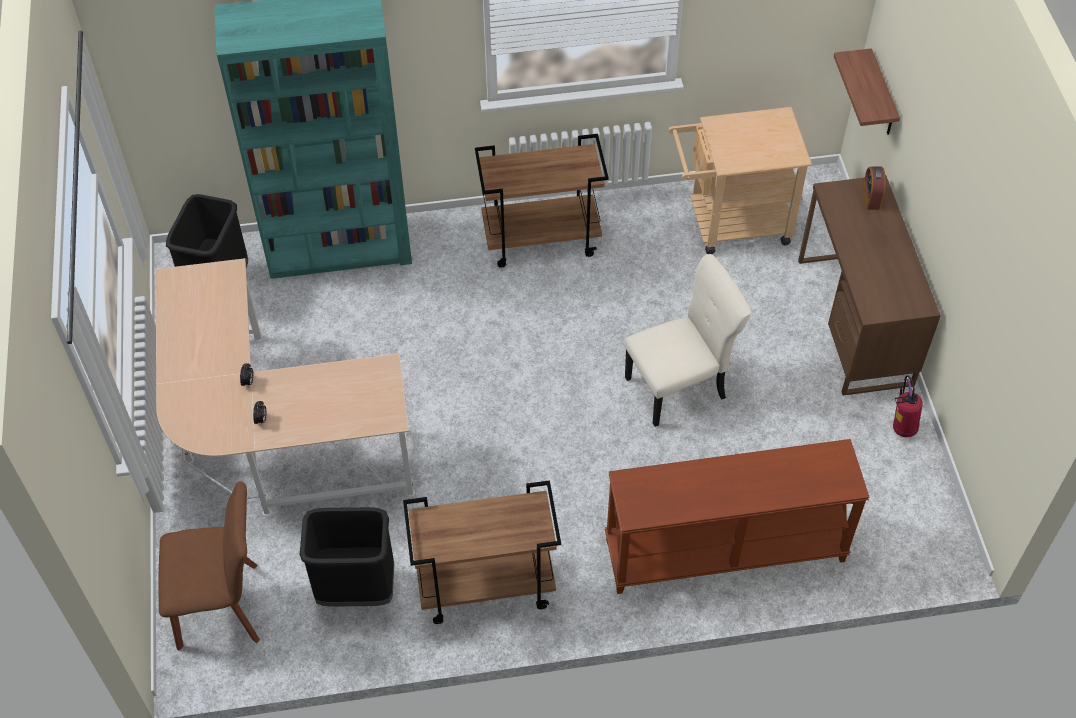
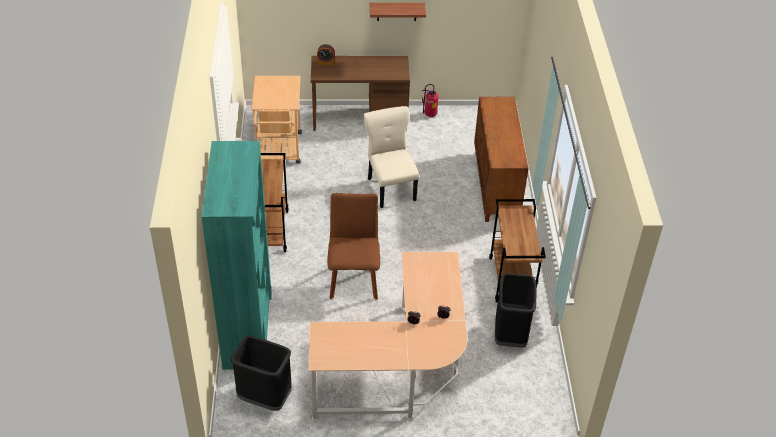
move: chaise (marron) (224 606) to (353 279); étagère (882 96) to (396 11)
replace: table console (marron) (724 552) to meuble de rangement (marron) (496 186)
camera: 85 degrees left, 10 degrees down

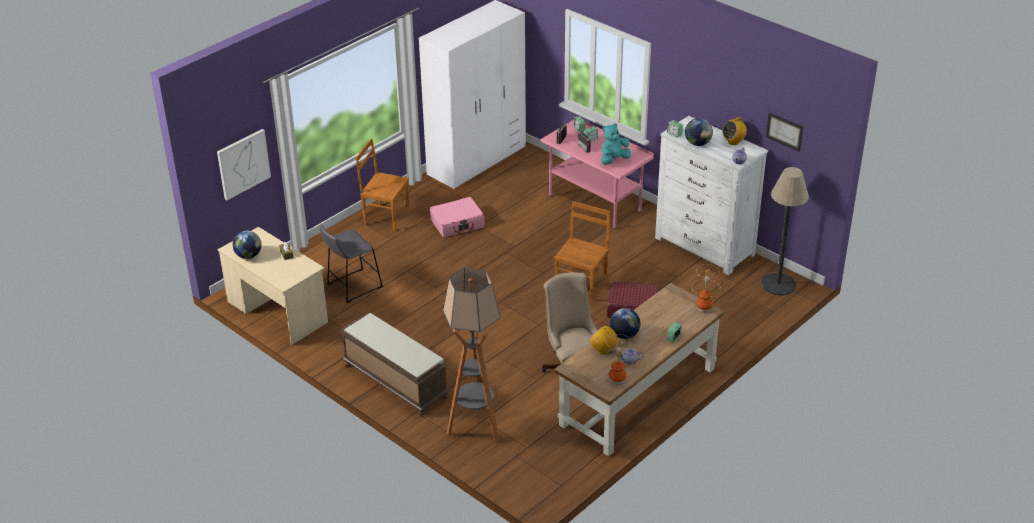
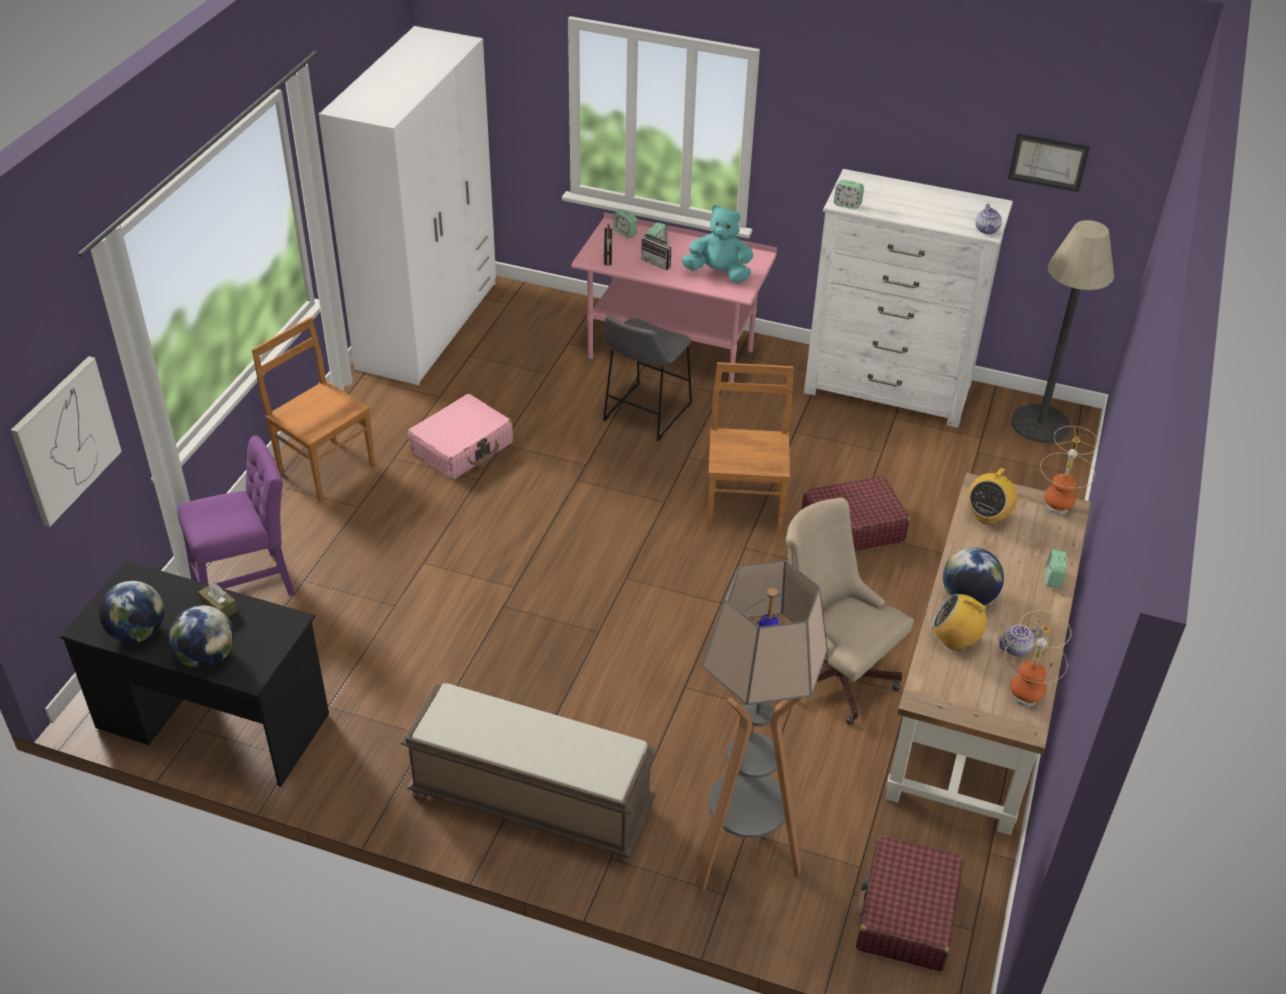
insert: chaise (violet) (248 584); valise (rouge) (906 914)
move: globe (697 143) to (207 657); tabouret (gris) (352 286) to (644 414); radio (733 141) to (987 516)
recolor: bureau (beige) (277 312) to bureau (noir) (213 721)
rotate: chaise (marron) (385 218) = (325 468) 45 degrees clockwise; peluche (turquoise) (613 160) = (718 273) 75 degrees clockwise
camera: 25 degrees left, 5 degrees up

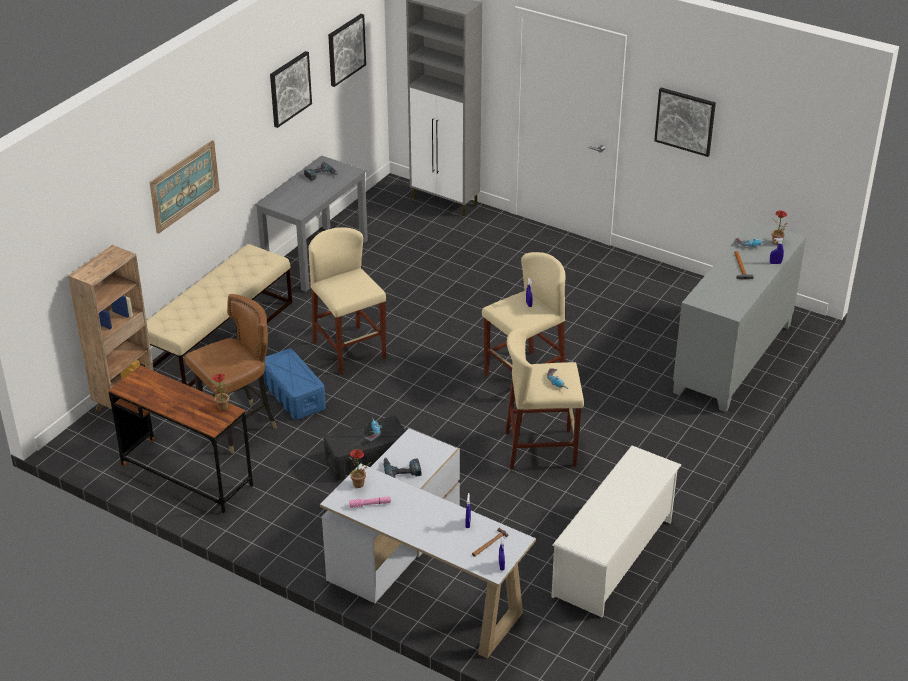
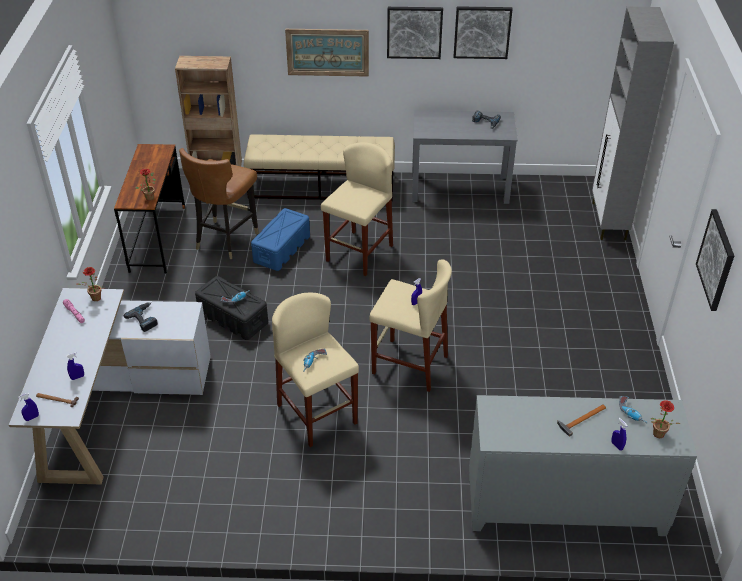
delete: étagère à chaussures (blanc) (613 558)
move: tableau (346 49) to (414 32)
rotate: chaise (marron) (238 427) = (225 239) 90 degrees clockwise
camera: 60 degrees right, 5 degrees up

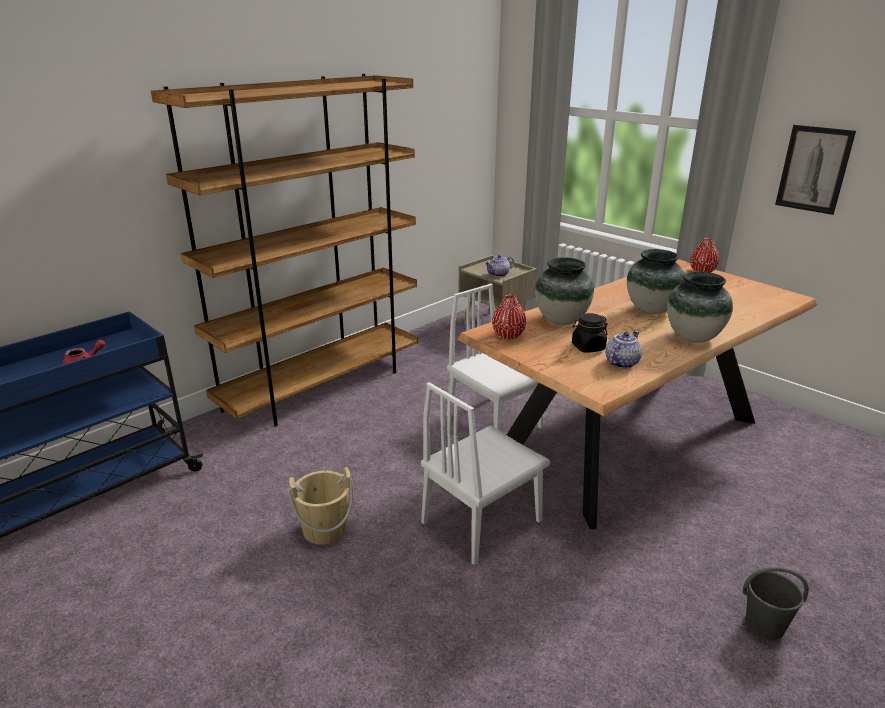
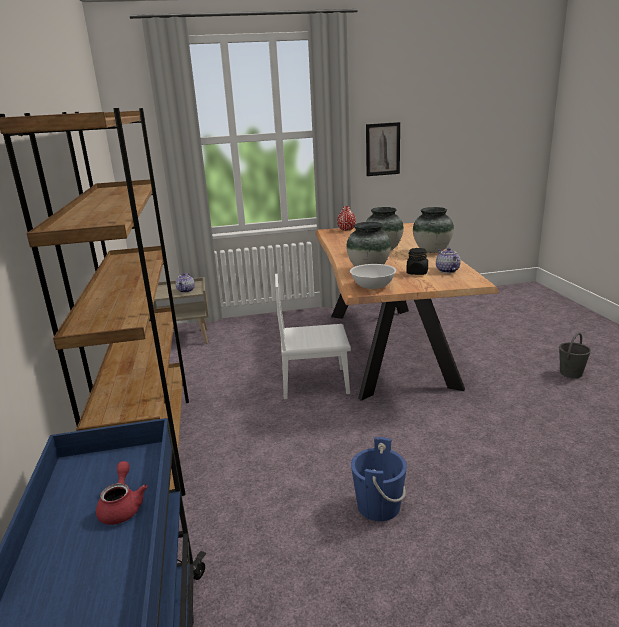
delete: chaise (blanc) (482 521)
replace: vase (rouge) (508 335) to bol (blanc) (372 286)
recolor: seau (beige) (325 529) to seau (bleu) (378 506)
camera: 55 degrees left, 5 degrees down

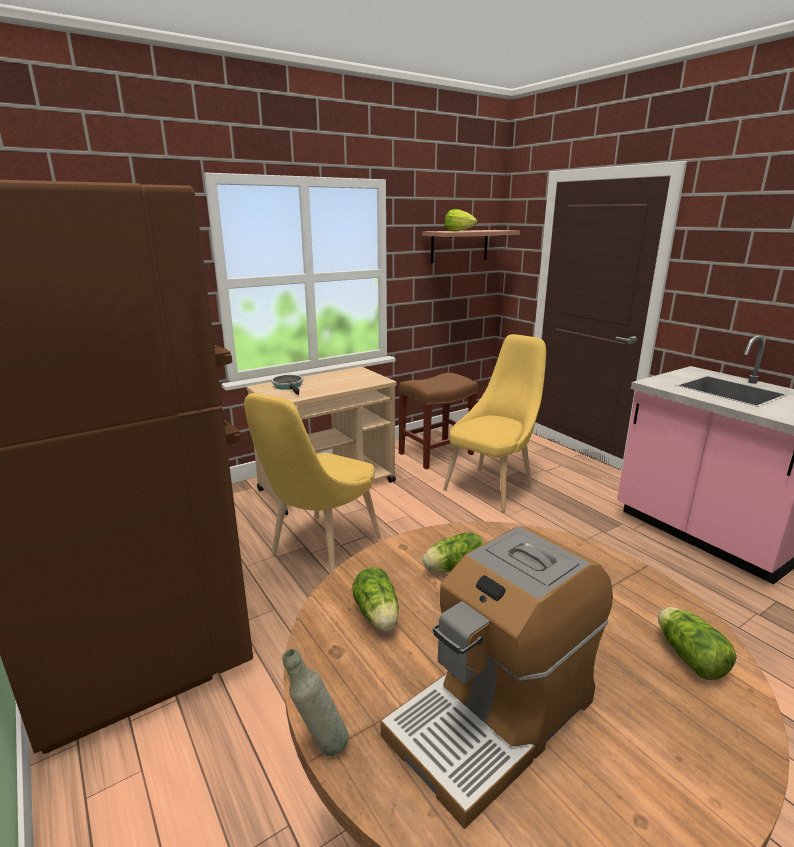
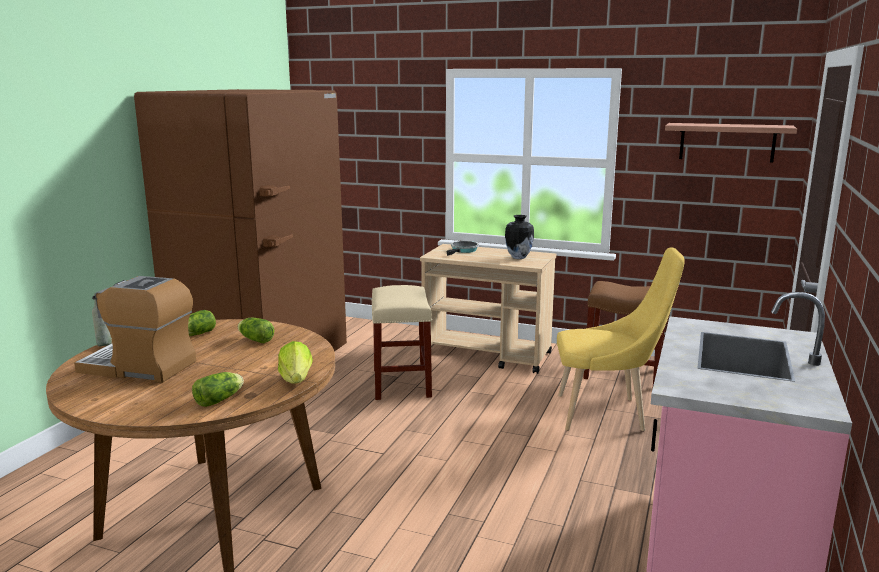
insert: vase (518 257)
move: laitue (458 231) to (296 380)
replace: chaise (jaune) (321 550) to tabouret (beige) (401 382)
camera: 55 degrees right, 5 degrees down

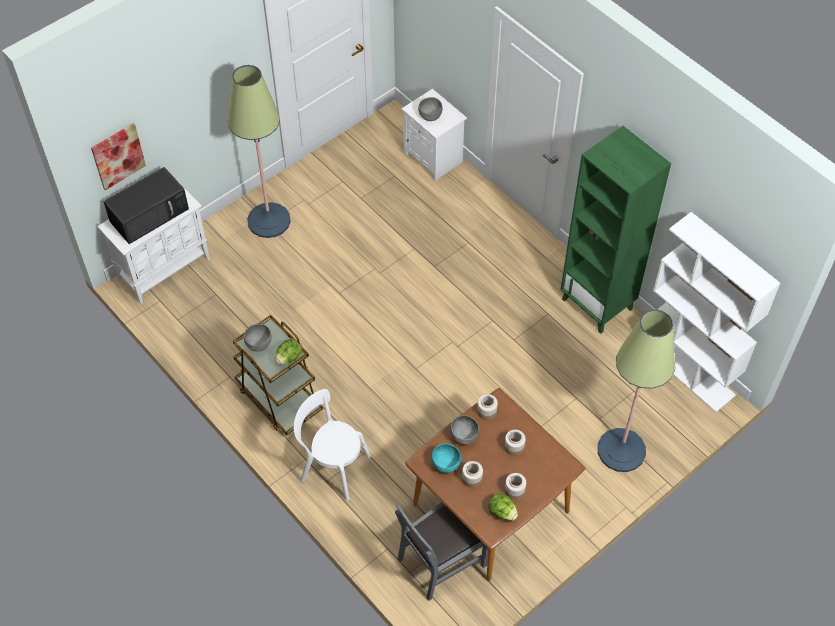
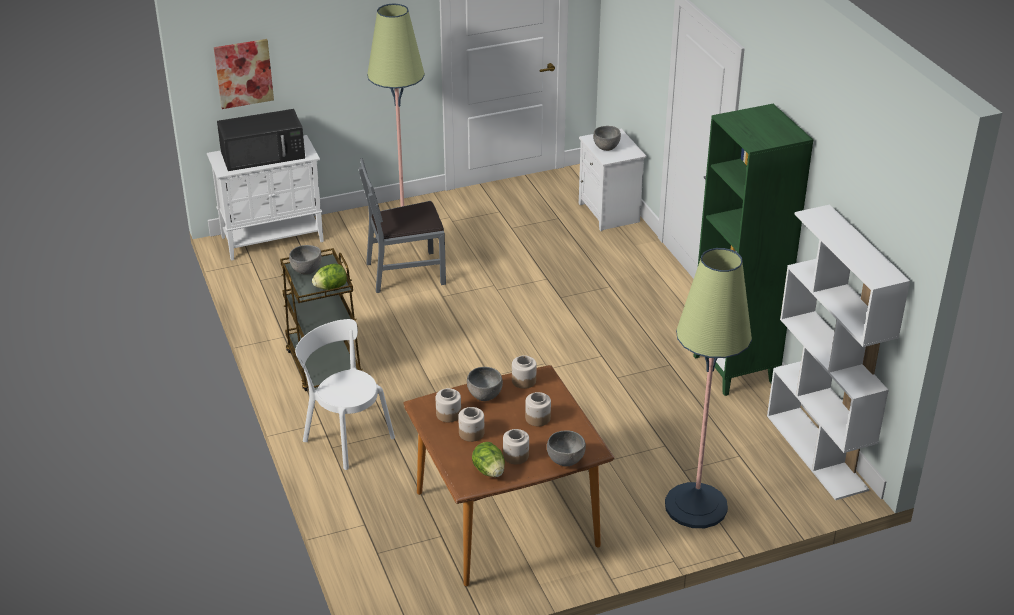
insert: bol (gris) (566 460)
move: chaise (gris) (441 560) to (405 272)
replace: bol (turquoise) (446 465) to bocal (449 414)
camera: 20 degrees right, 20 degrees down

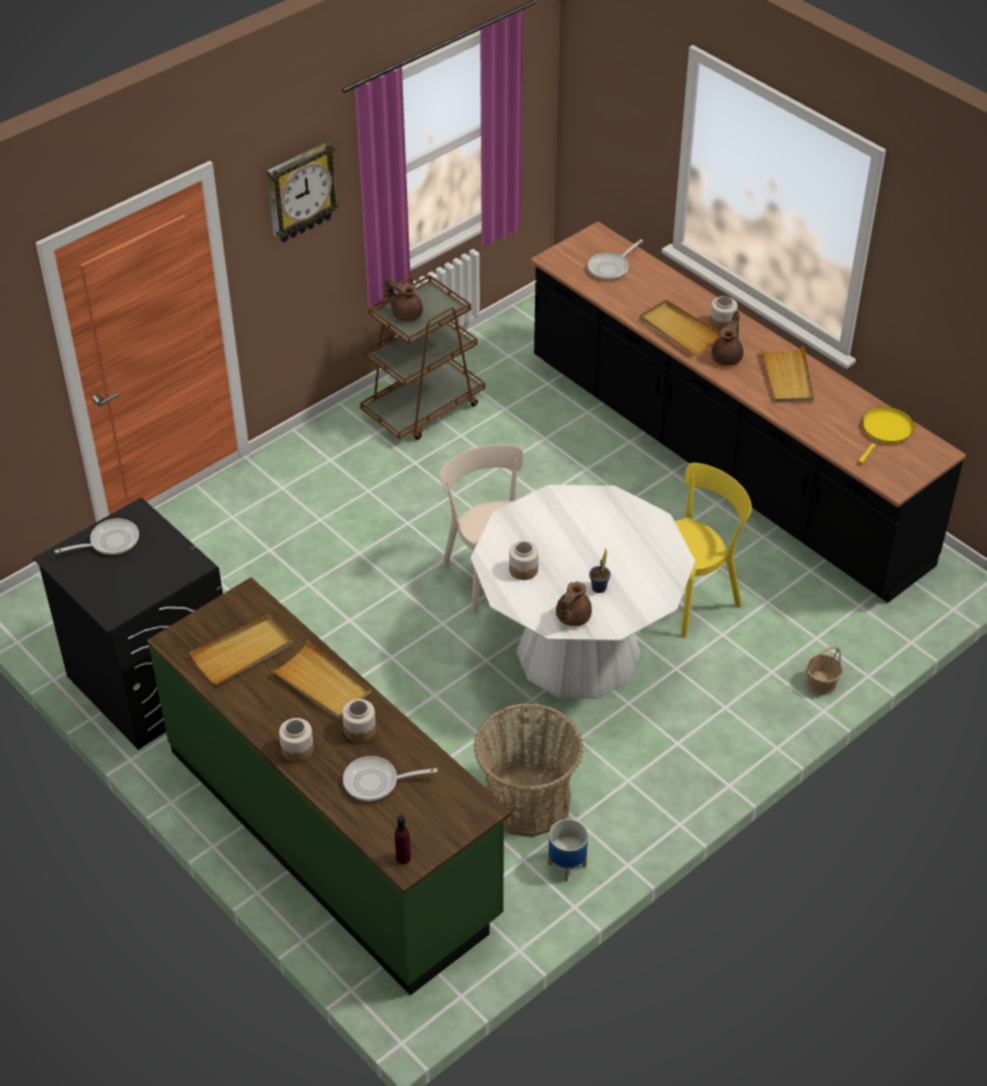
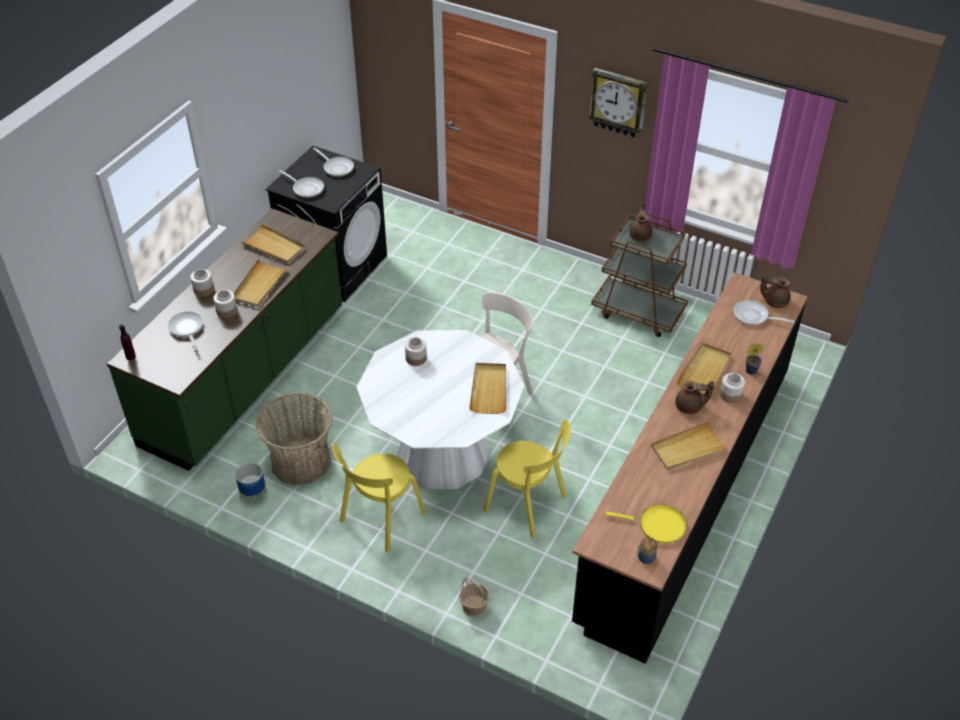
insert: poêle (306 188); chaise (jaune) (380 519); plateau (beige) (489 389); bocal (645 557)
move: plante en pot (598 589) to (749 371); théière (marron) (572 617) to (774 301)
camera: 70 degrees right, 0 degrees up

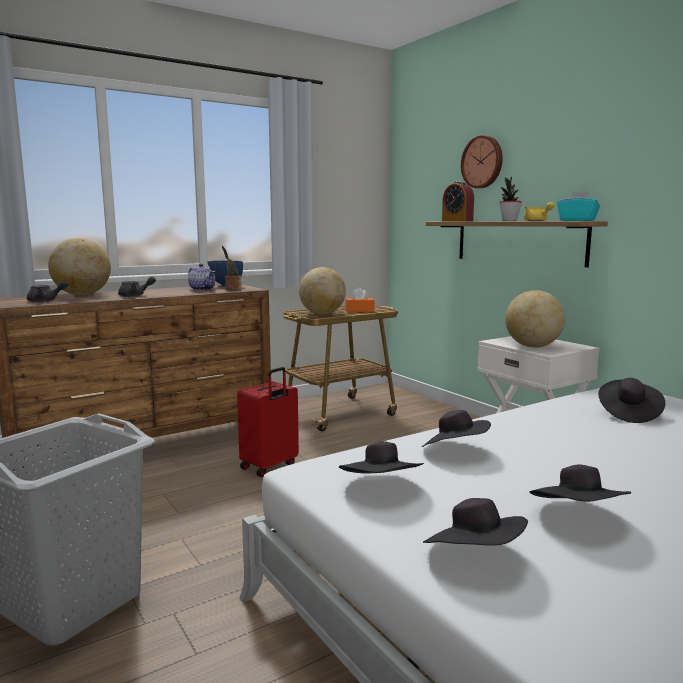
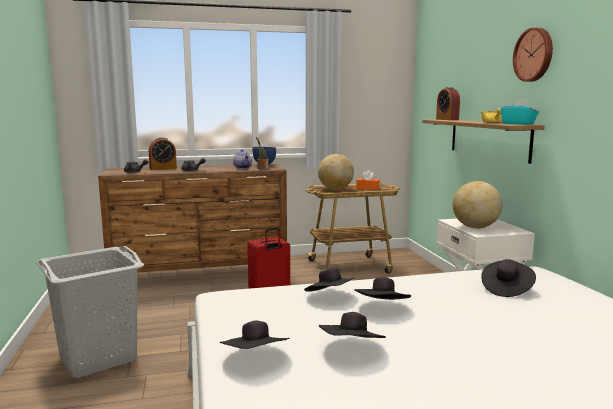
delete: plante en pot (509 221)
move: chapeau (noir) (382 488) to (382 308); horloge murale (483 162) to (534 55)
replace: globe (82 295) to réveil (163 168)
camera: 20 degrees right, 0 degrees up

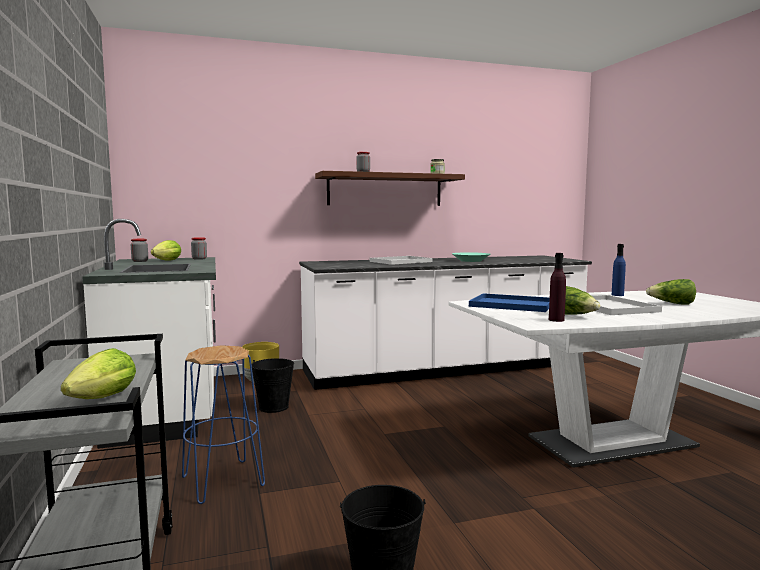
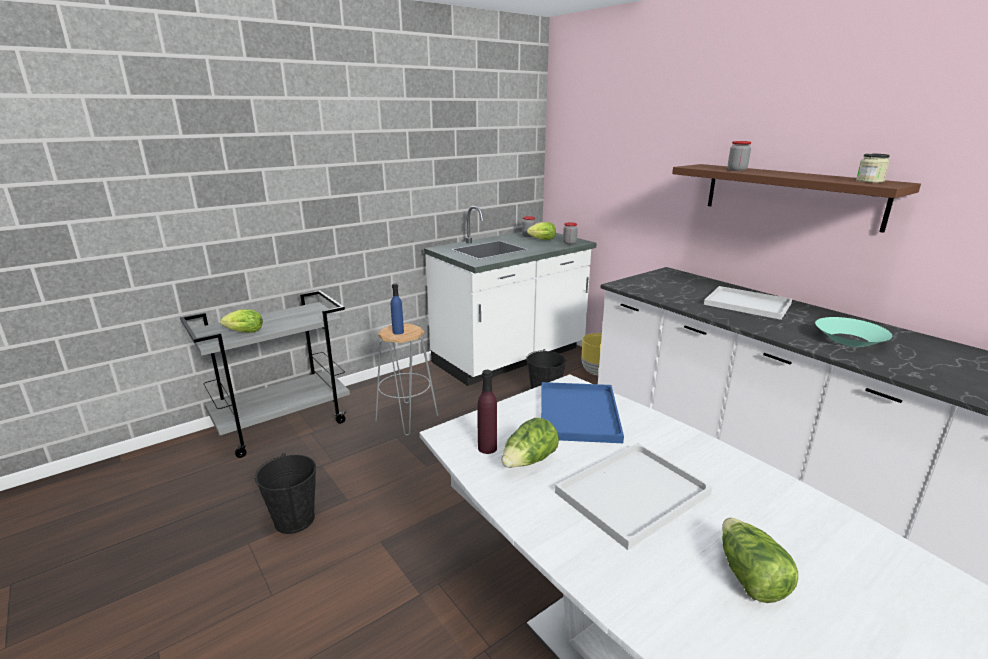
move: bouteille (bleu) (617 295) to (398 332)
recolor: tabouret (bleu) (223 481) to tabouret (gris) (406 418)
camera: 70 degrees right, 15 degrees up

